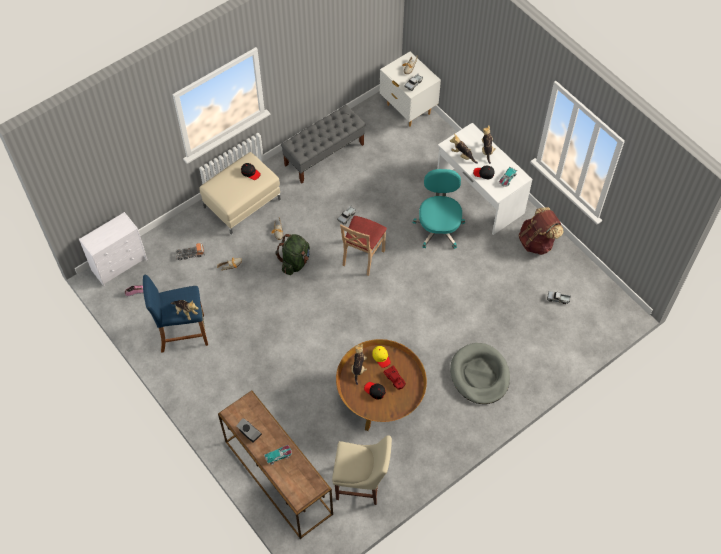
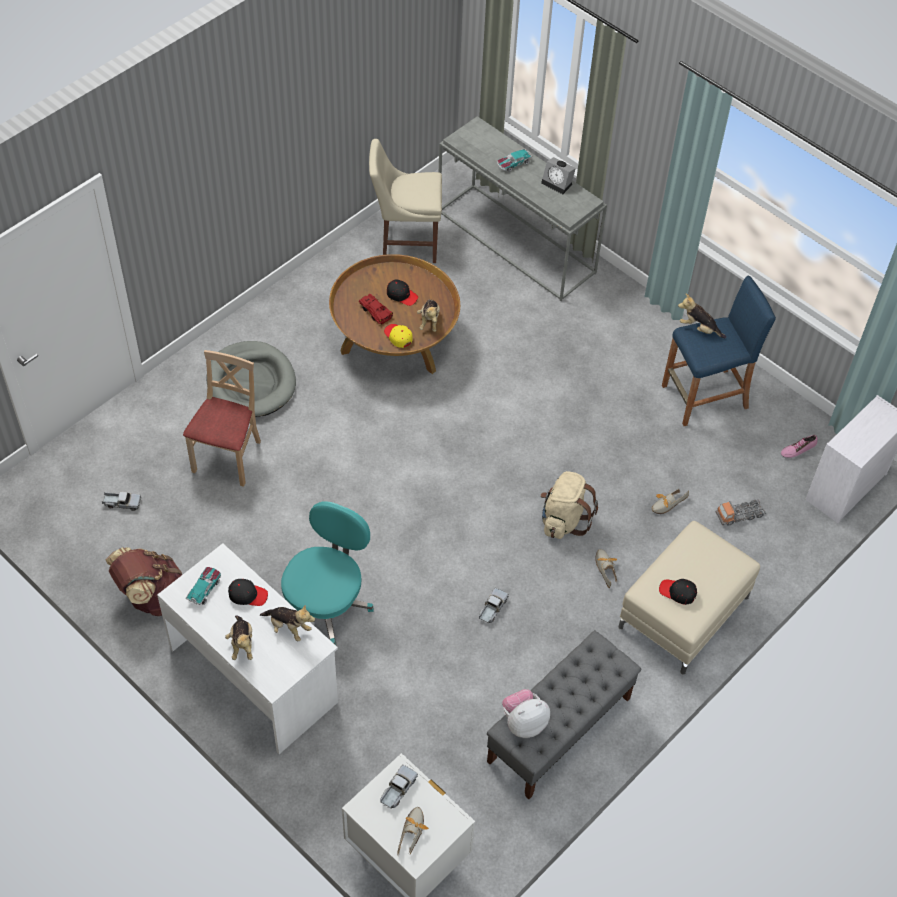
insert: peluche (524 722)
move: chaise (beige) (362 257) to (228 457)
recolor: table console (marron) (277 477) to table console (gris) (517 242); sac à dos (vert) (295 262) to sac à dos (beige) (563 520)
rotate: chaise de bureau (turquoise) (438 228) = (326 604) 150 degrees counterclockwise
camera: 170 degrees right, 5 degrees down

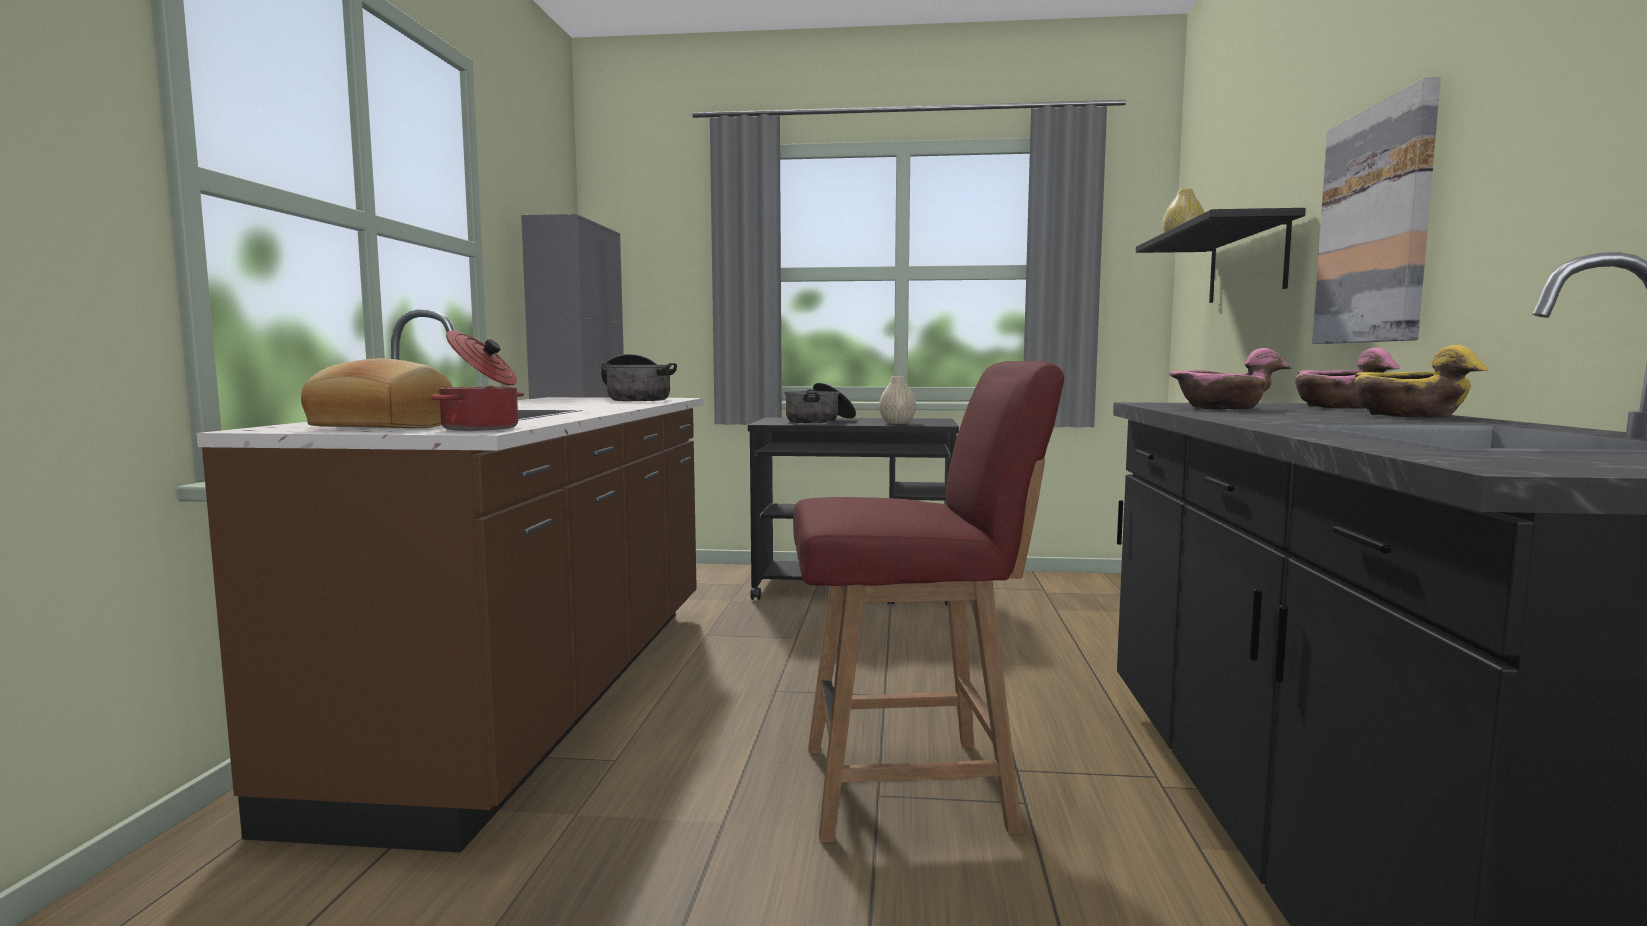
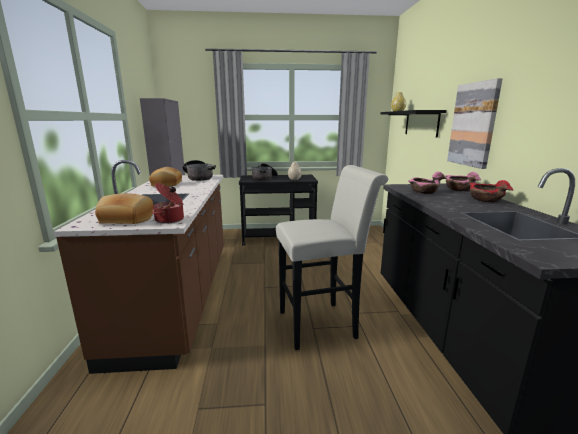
insert: pain (167 184)
replace: chaise (rouge) (911 787) to tabouret (blanc) (323 323)
recolor: bol (jaune) (1408 415) to bol (rouge) (485 200)
camera: 10 degrees left, 10 degrees up

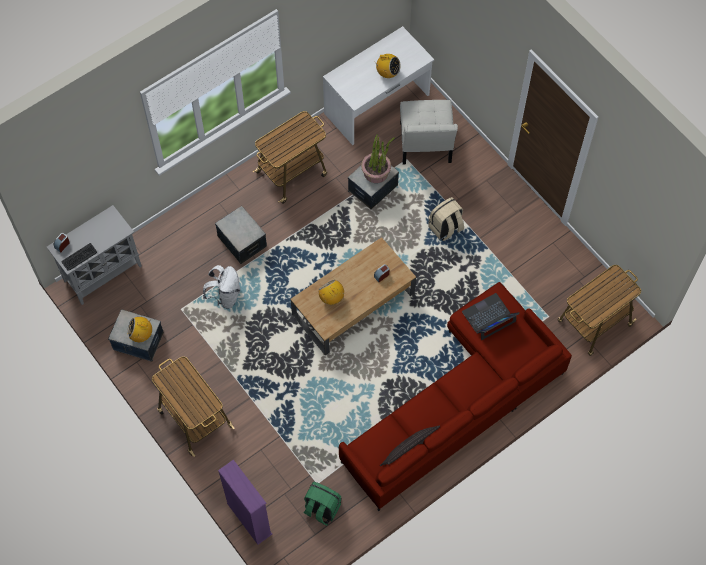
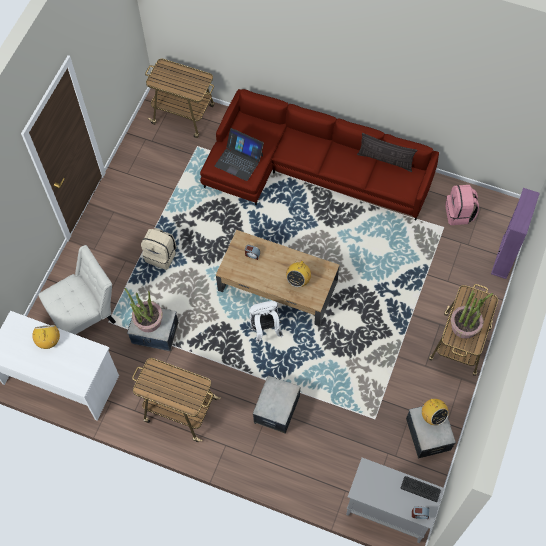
insert: plante en pot (465 326)
move: sac à dos (blanc) (225 296) to (265 329)
recolor: sac à dos (vert) (321 508) to sac à dos (rose) (459 214)
camera: 120 degrees left, 0 degrees up

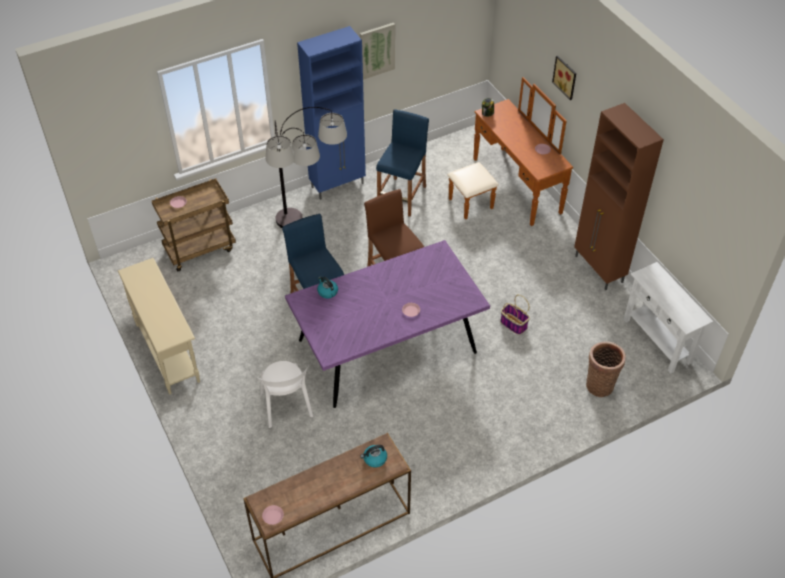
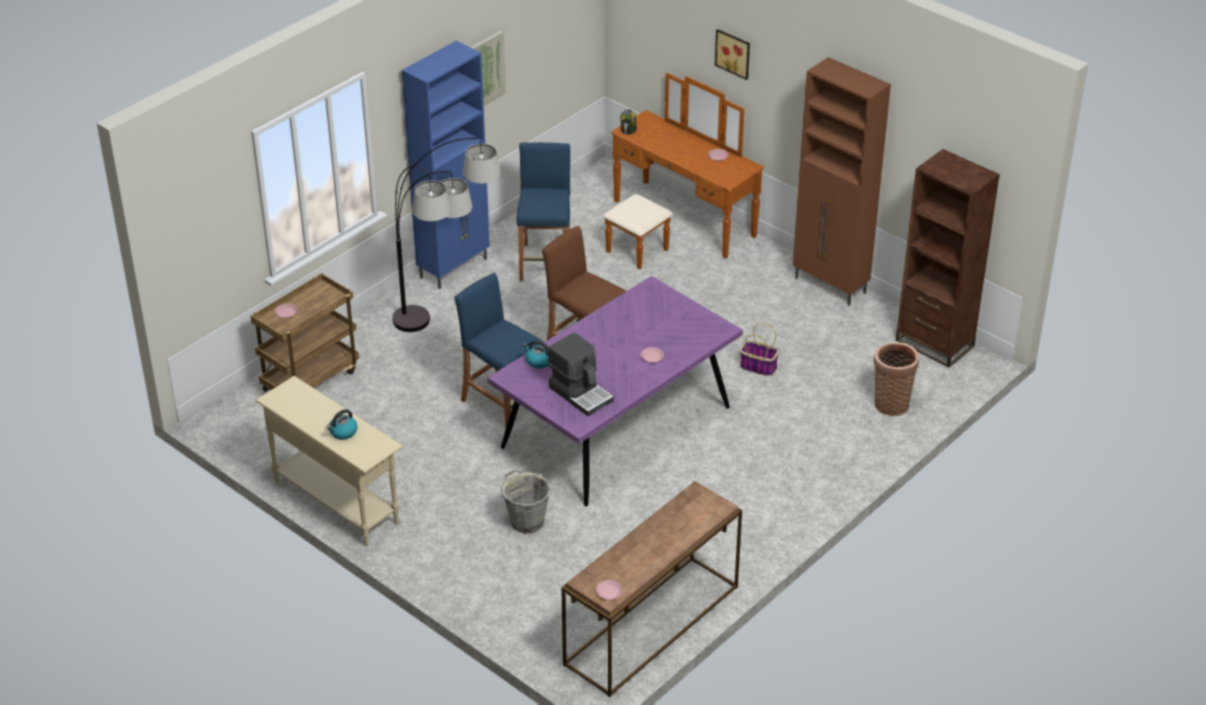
insert: machine à café (581 393)
move: bouilloire (374 459) to (343 432)
replace: chaise (blanc) (286 407) to seau (gris) (526 521); table console (blanc) (657 341) to bibliothèque (marron) (934 343)
camera: 20 degrees left, 10 degrees down

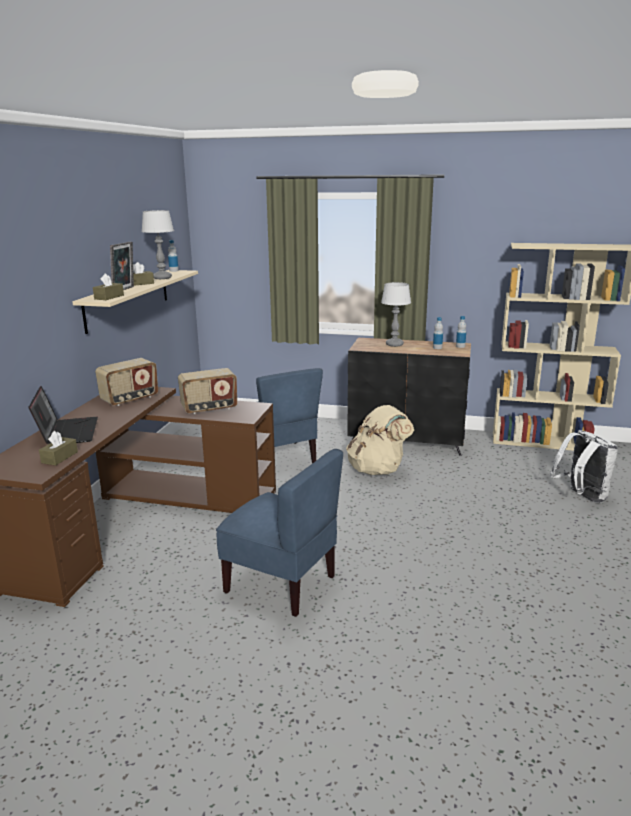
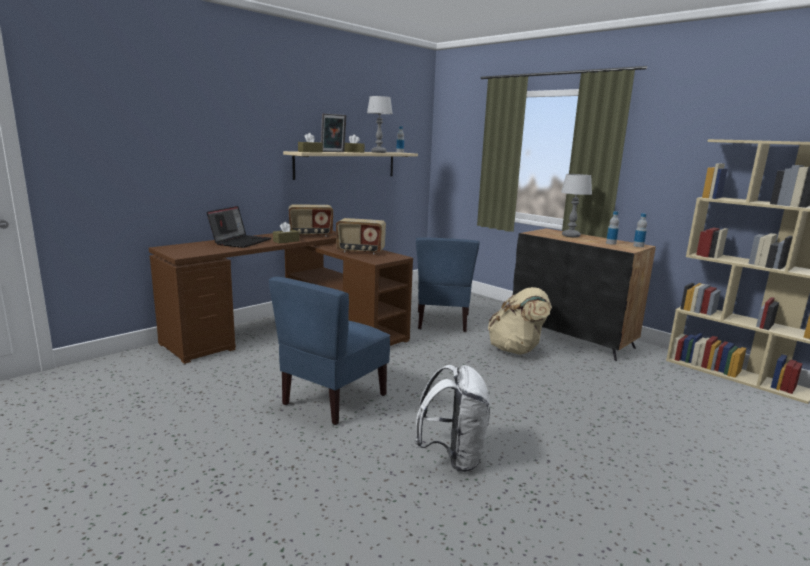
move: boîte à mouchoirs (marron) (59 457) to (286 241); sac à dos (blanc) (581 496) to (453 457)
rotate: chaise (bleu) (281 583) = (333 399) 60 degrees clockwise
camera: 30 degrees right, 5 degrees down

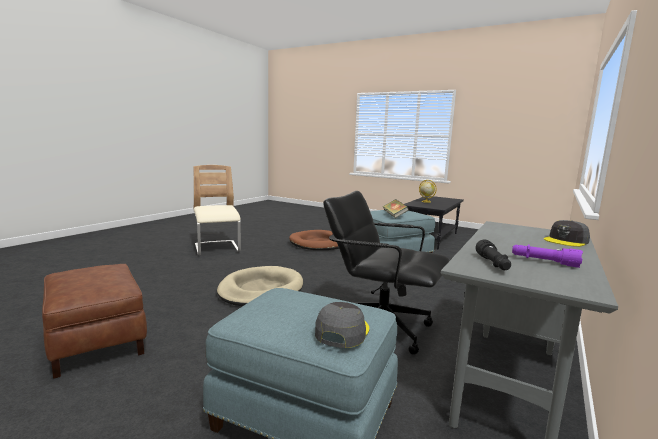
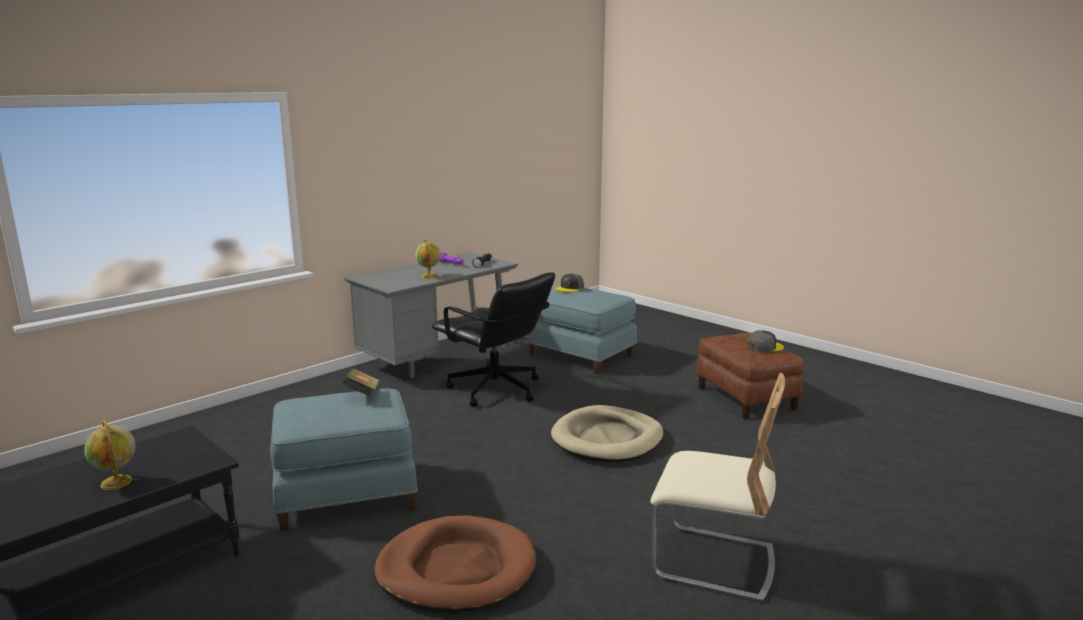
insert: globe (429 276)
move: casquette (gris) (566 241) to (764 347)
rotate: chaise (beige) (217 249) = (713 562) 60 degrees counterclockwise
camera: 165 degrees left, 5 degrees up

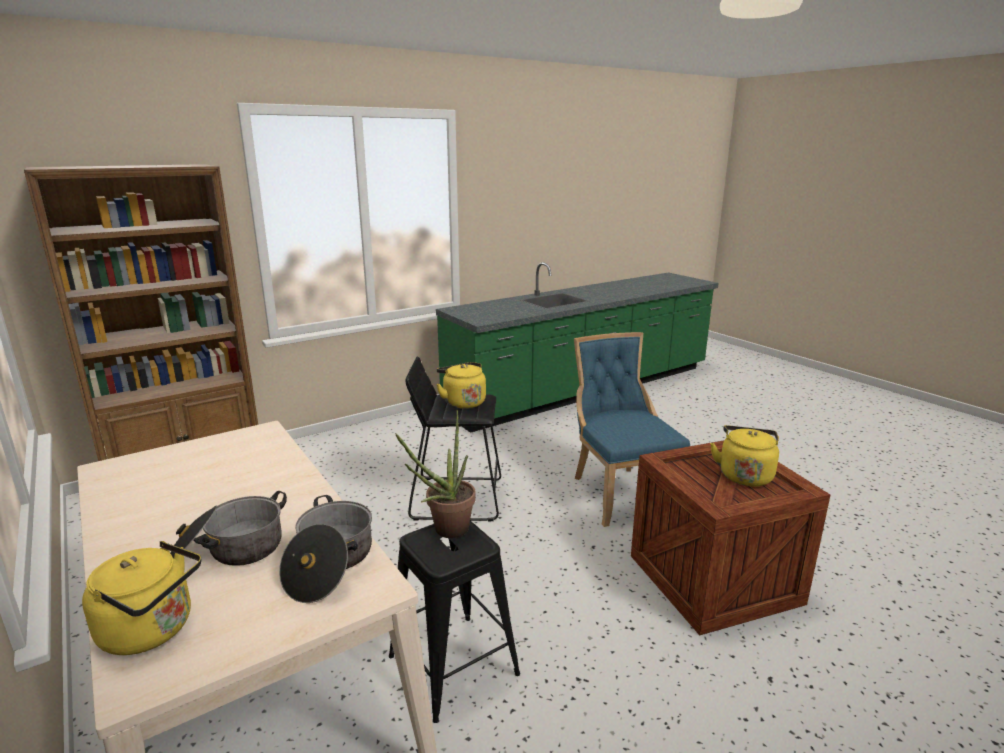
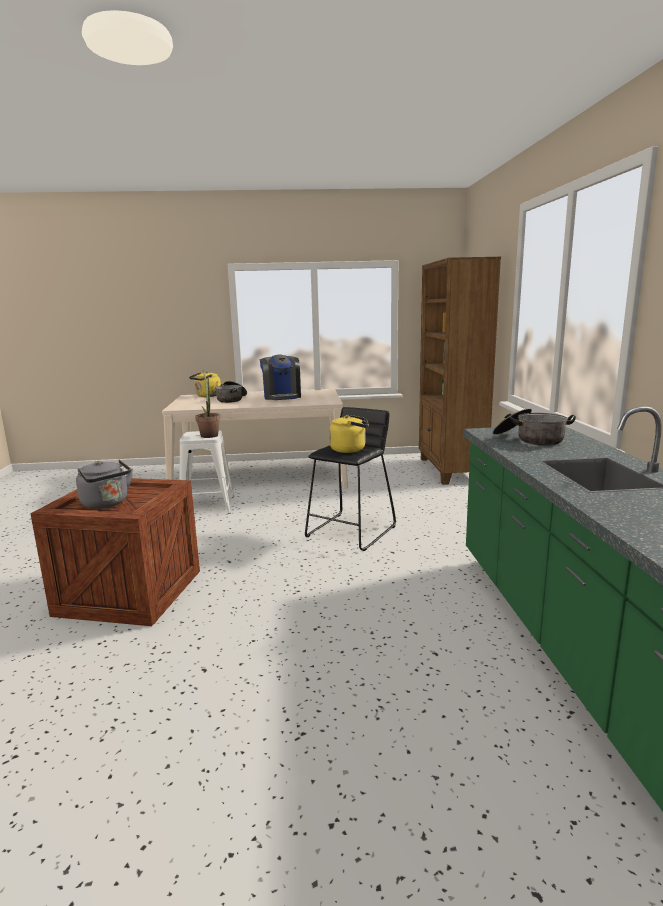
delete: chaise (bleu) (620 493)
insert: machine à café (282 397)
move: marmite (330 564) to (529 439)
recolor: bouilloire (jaune) (744 475) to bouilloire (gris) (107 504); tabouret (noir) (453 665) to tabouret (blanc) (208 506)
camera: 120 degrees right, 5 degrees down

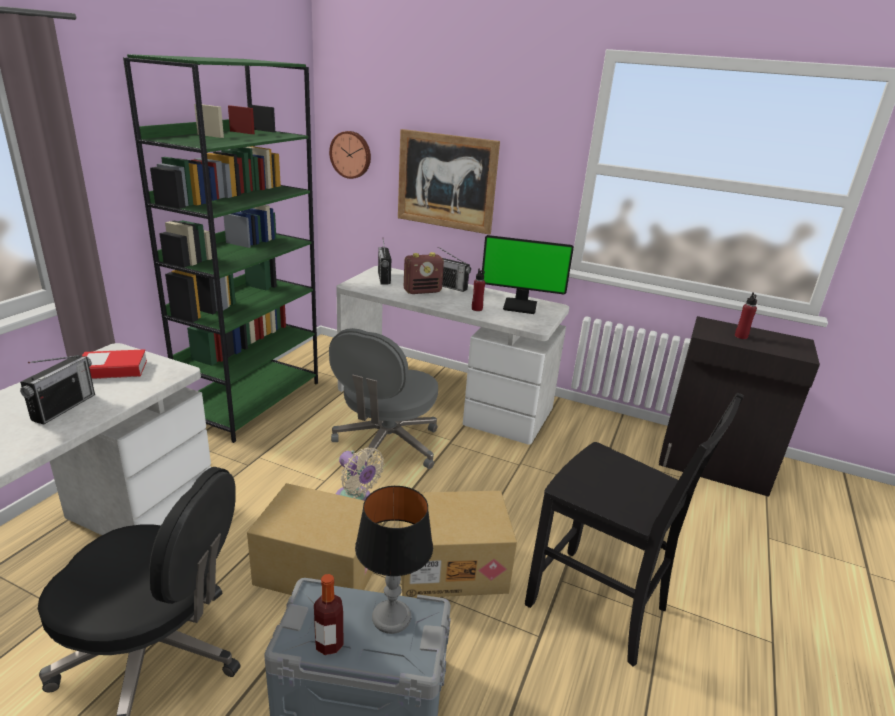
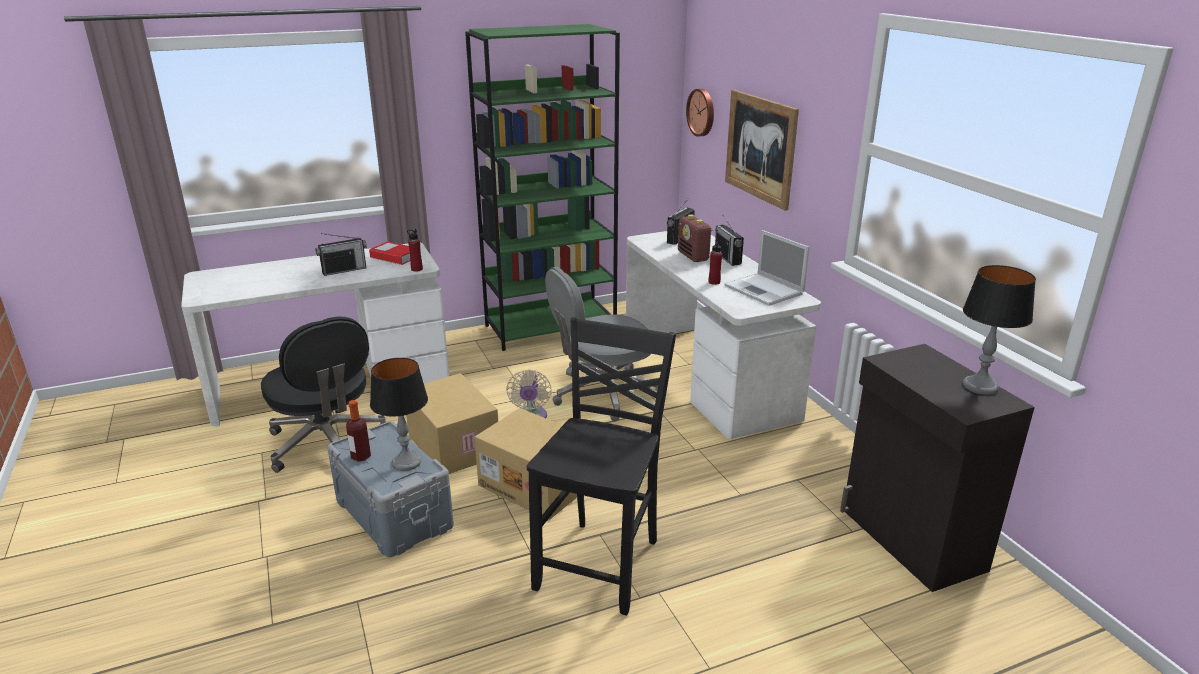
insert: lampe de table (980 386)
move: bouteille (rouge) (741 336) to (416 269)
replace: écran d'ordinateur (521 306) to ordinateur portable (765 290)
rotate: chaise (noir) (599 607) = (601 564) 150 degrees counterclockwise; radio (422 291) = (693 257) 45 degrees clockwise
camera: 45 degrees right, 0 degrees up

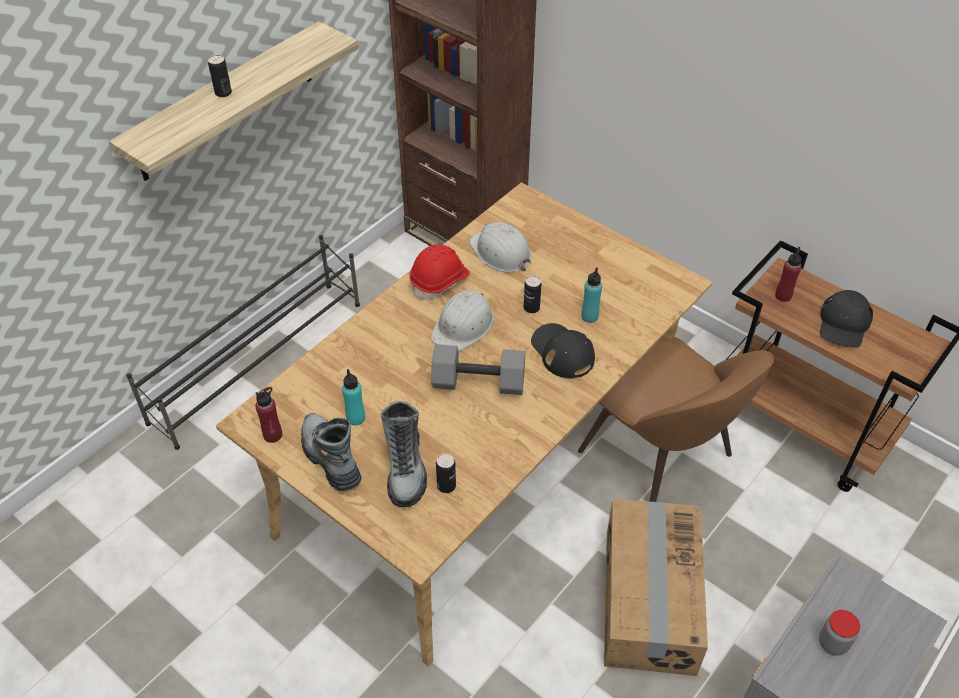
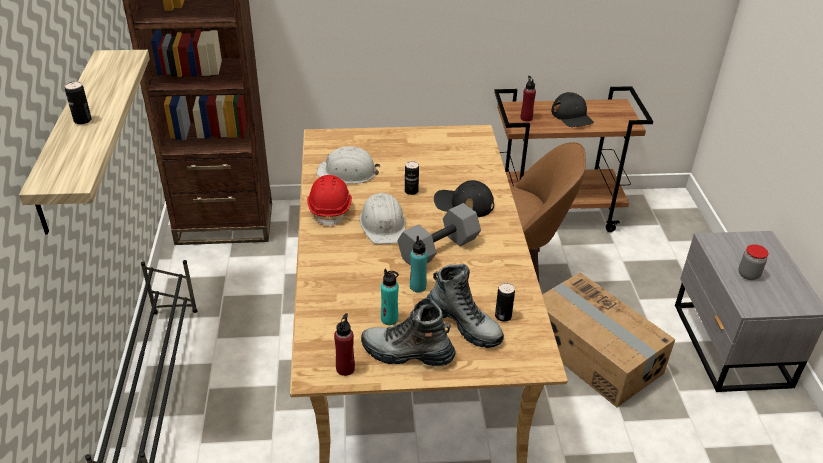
move: bouteille (turquoise) (589 316) to (418 286)
camera: 45 degrees left, 10 degrees down

